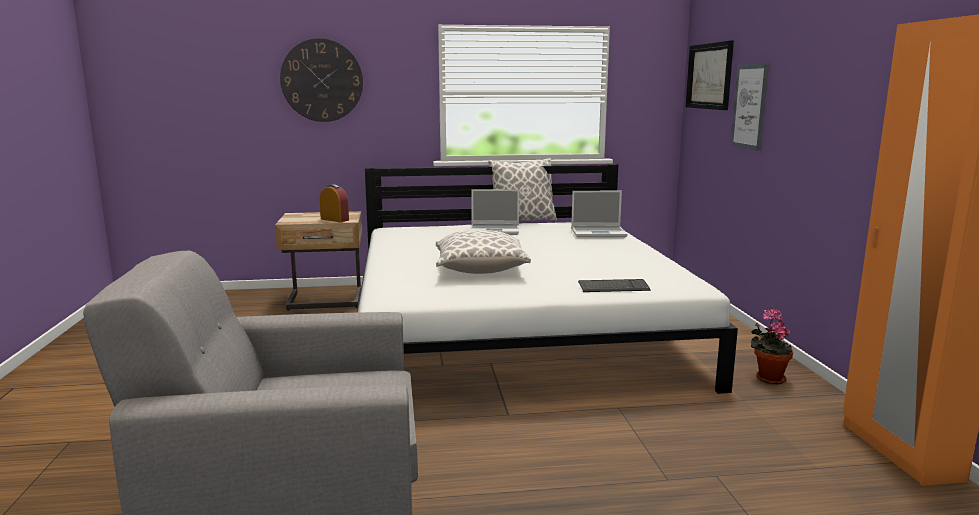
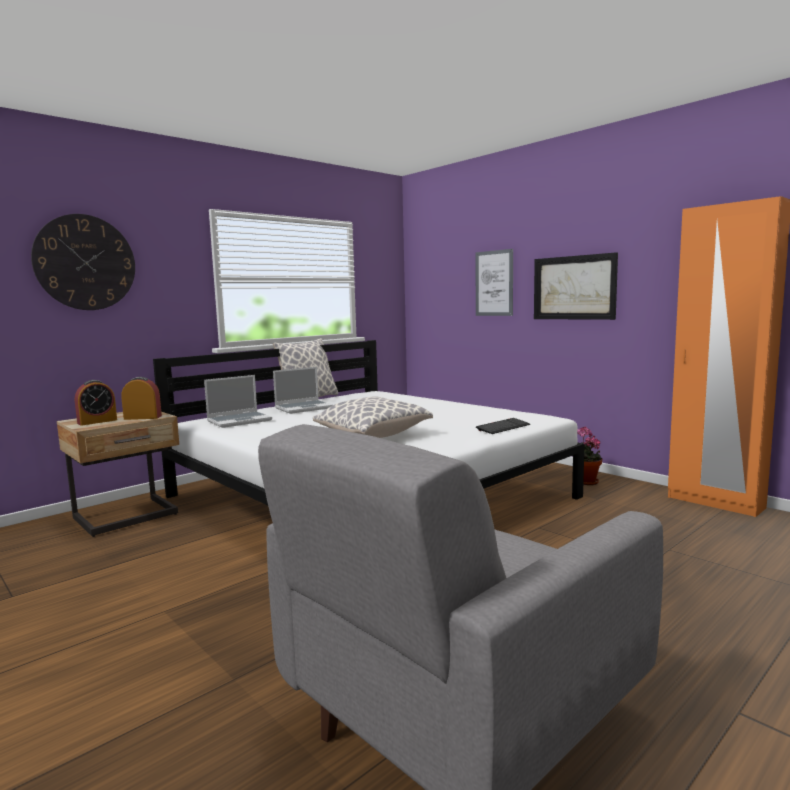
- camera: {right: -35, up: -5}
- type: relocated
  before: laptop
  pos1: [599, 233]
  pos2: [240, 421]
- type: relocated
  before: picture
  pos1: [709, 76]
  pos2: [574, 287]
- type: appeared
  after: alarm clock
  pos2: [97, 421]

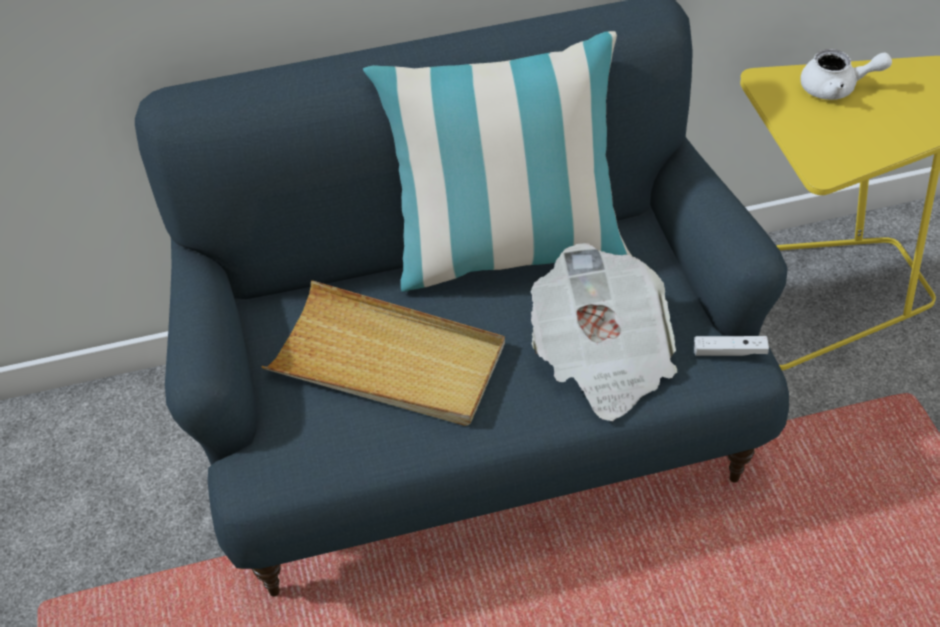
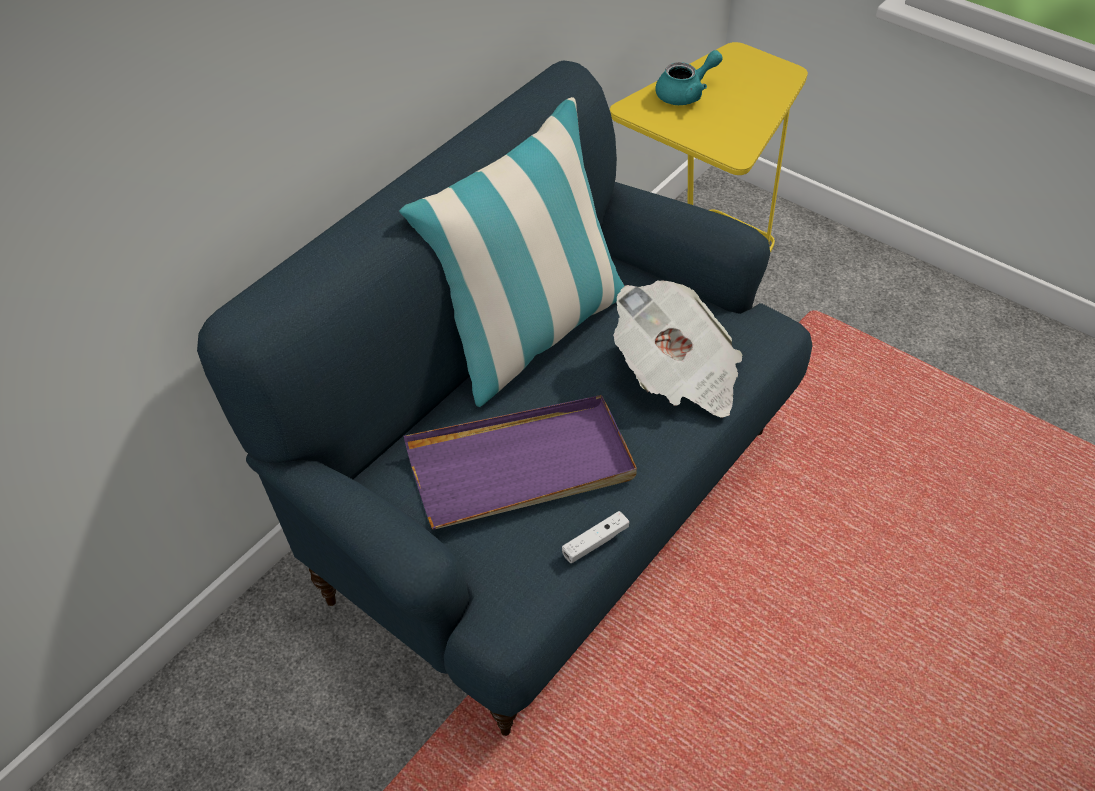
- camera: {right: -40, up: 0}
- type: colour
  before: beige tray
  after: purple tray
  pos1: [387, 361]
  pos2: [521, 466]
- type: relocated
  before: white game controller
  pos1: [729, 351]
  pos2: [595, 542]
- type: colour
  before: white teapot
  after: turquoise teapot
  pos1: [836, 88]
  pos2: [686, 93]

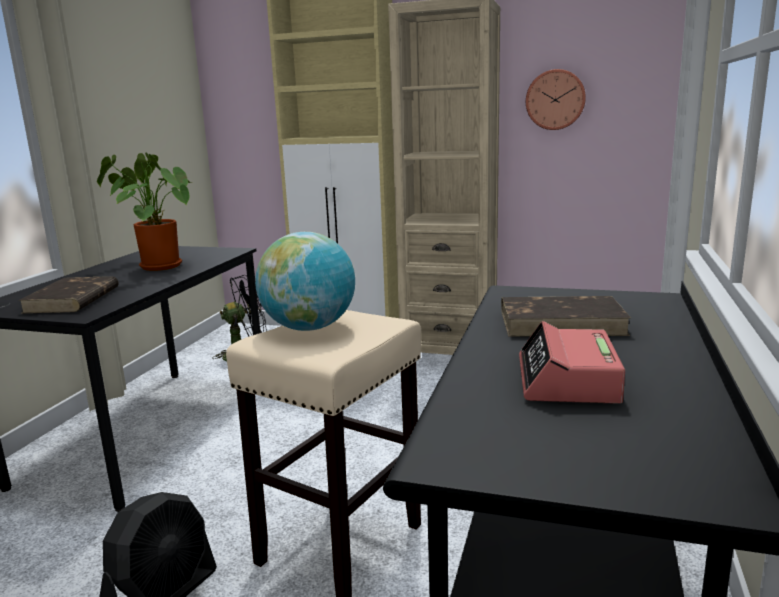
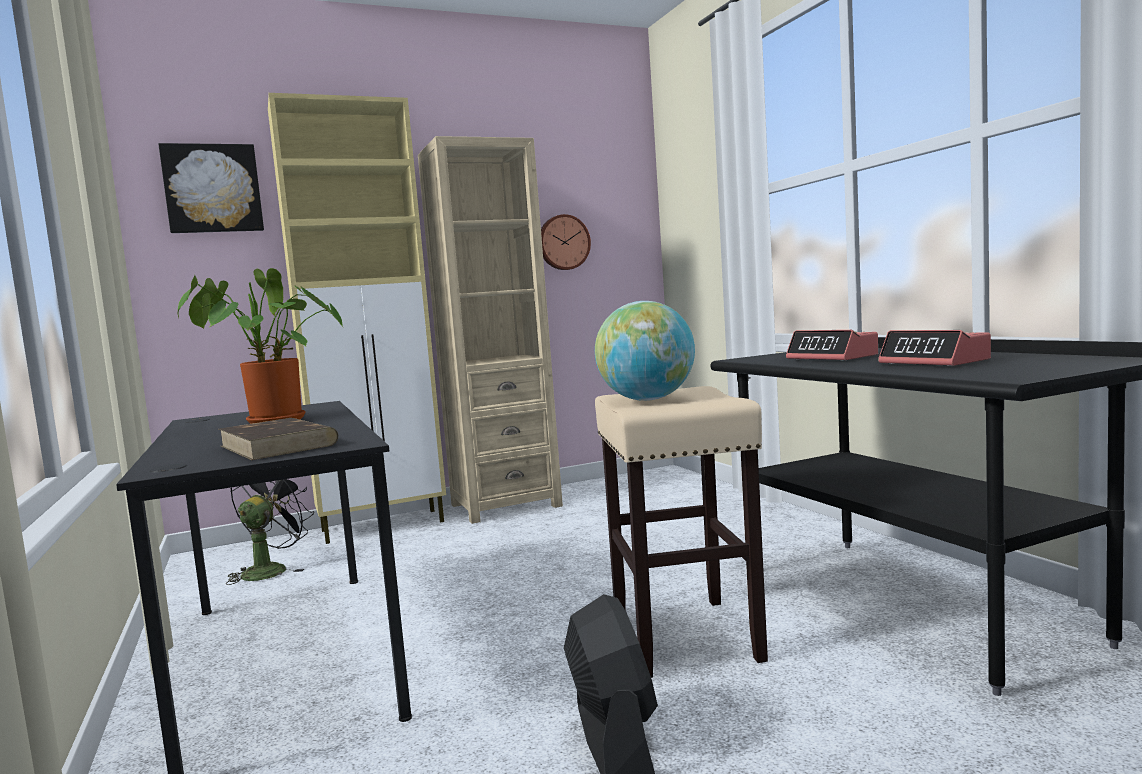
- camera: {right: -40, up: -10}
- type: exchanged
  before: brown book
  after: alarm clock
  pos1: [562, 322]
  pos2: [832, 357]
- type: appeared
  after: picture
  pos2: [213, 189]

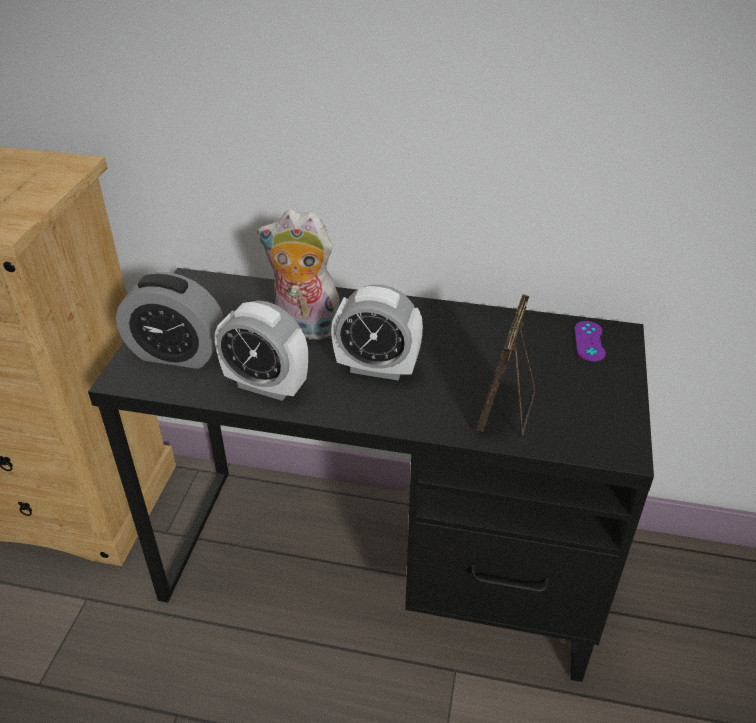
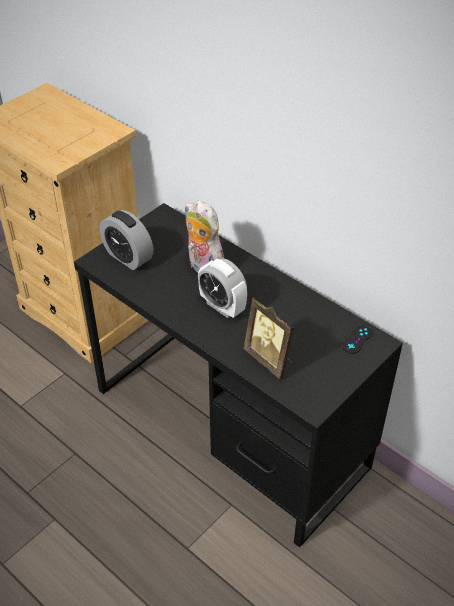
- camera: {right: 30, up: 5}
- type: missing
  before: alarm clock
  pos1: [266, 386]
- type: spun
  before: picture frame
  pos1: [507, 410]
  pos2: [271, 359]
  turn: -90
- type: colour
  before: purple game controller
  after: black game controller
  pos1: [589, 341]
  pos2: [357, 339]

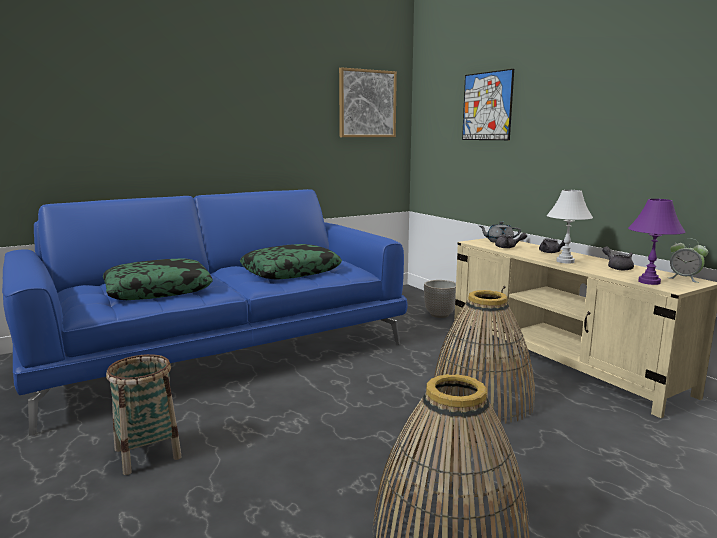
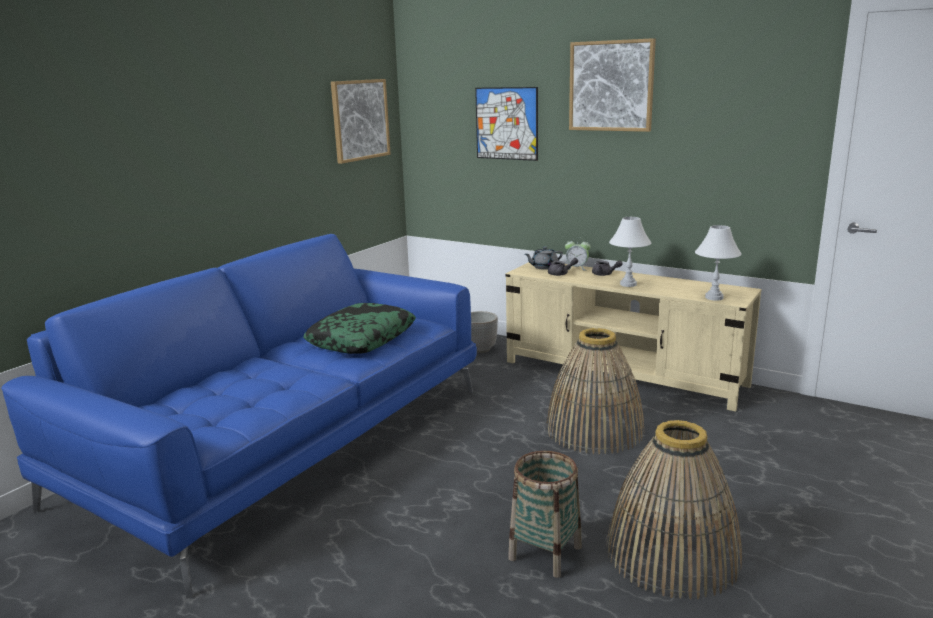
- camera: {right: -25, up: 5}
- type: missing
  before: pillow
  pos1: [158, 290]
- type: relocated
  before: basket
  pos1: [148, 453]
  pos2: [545, 552]
- type: missing
  before: grey teapot
  pos1: [617, 267]
- type: colour
  before: purple table lamp
  after: white table lamp
  pos1: [649, 282]
  pos2: [714, 297]
- type: relocated
  before: alarm clock
  pos1: [684, 278]
  pos2: [577, 268]
- type: appeared
  after: picture
  pos2: [611, 86]

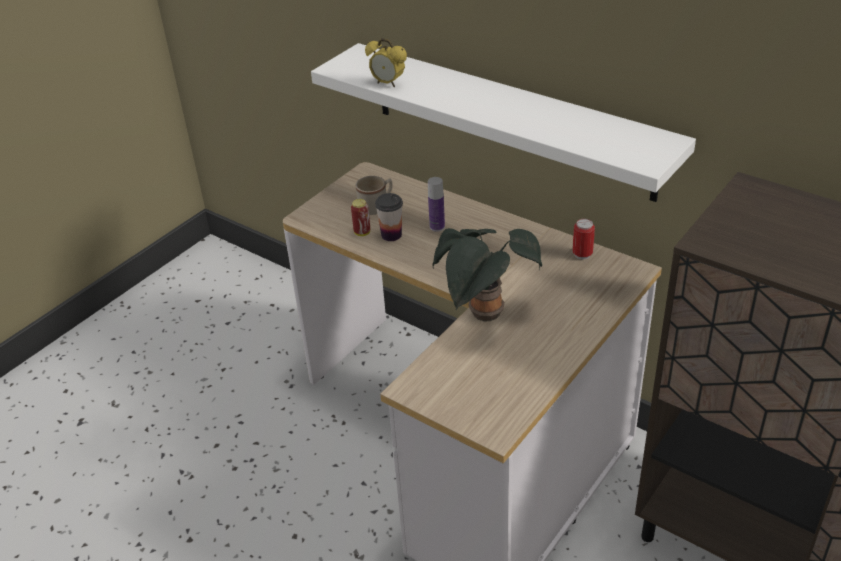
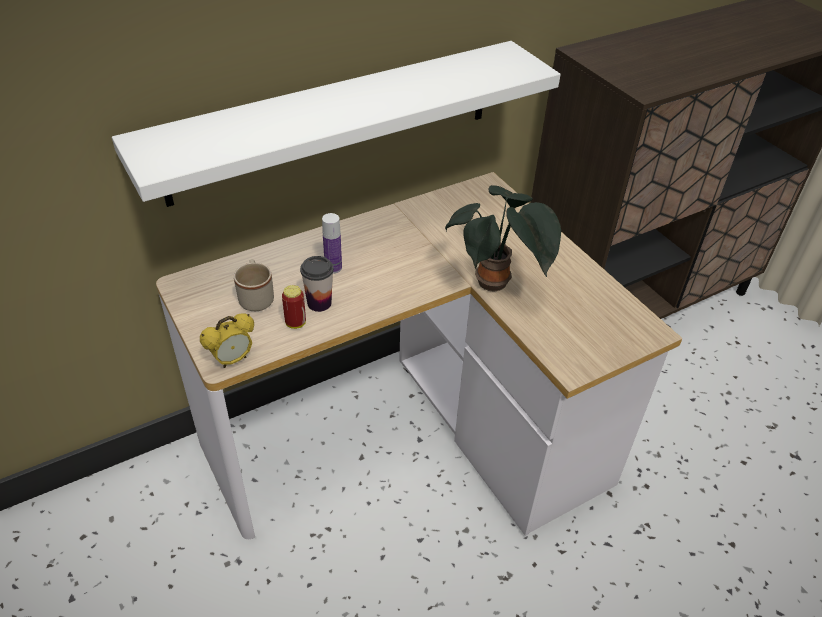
- camera: {right: -70, up: 5}
- type: relocated
  before: alarm clock
  pos1: [388, 83]
  pos2: [233, 360]
- type: missing
  before: can
  pos1: [582, 254]

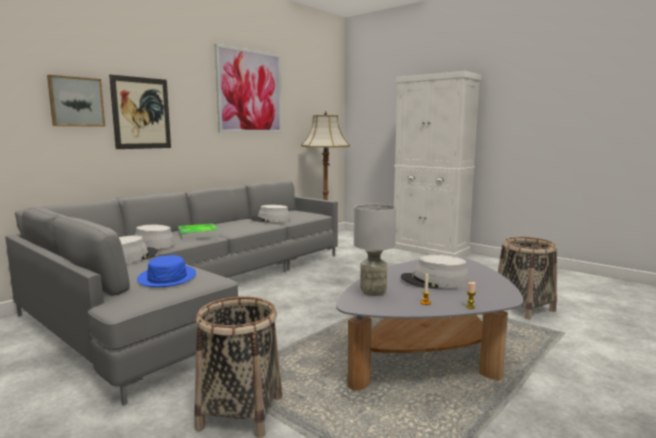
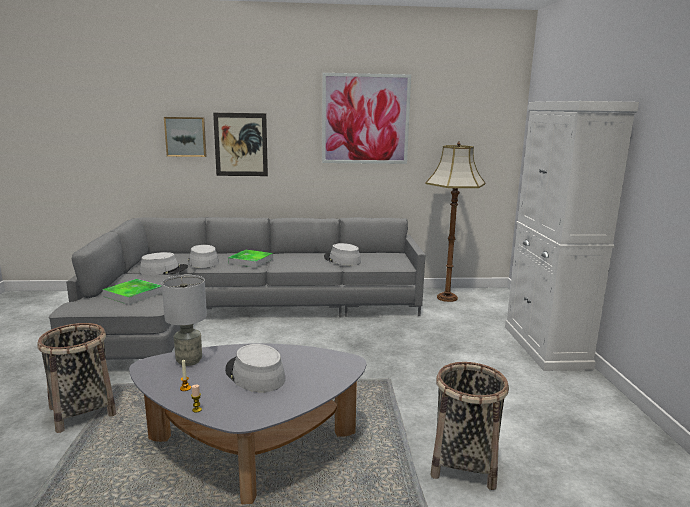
- camera: {right: 45, up: 5}
- type: exchanged
  before: blue hat
  after: tray
  pos1: [167, 277]
  pos2: [133, 294]

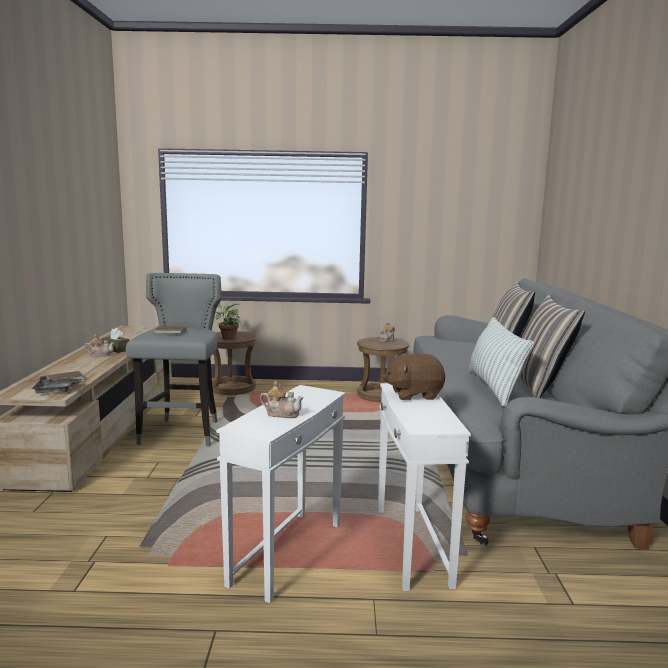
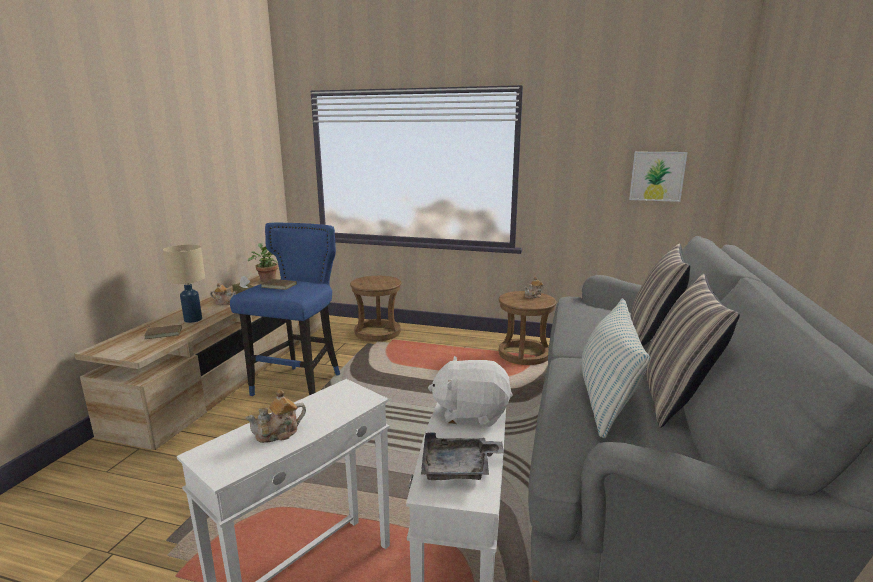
- camera: {right: 15, up: 5}
- type: relocated
  before: grey tray
  pos1: [57, 391]
  pos2: [458, 468]
- type: colour
  before: grey stool
  after: blue stool
  pos1: [182, 434]
  pos2: [299, 386]
- type: relocated
  before: potted plant
  pos1: [227, 338]
  pos2: [266, 280]
- type: spun
  before: teapot
  pos1: [282, 414]
  pos2: [278, 433]
  turn: 120
- type: colour
  before: brown plush toy
  after: white plush toy
  pos1: [414, 394]
  pos2: [471, 412]
- type: appeared
  after: beige table lamp
  pos2: [192, 319]
- type: appeared
  after: picture
  pos2: [657, 176]

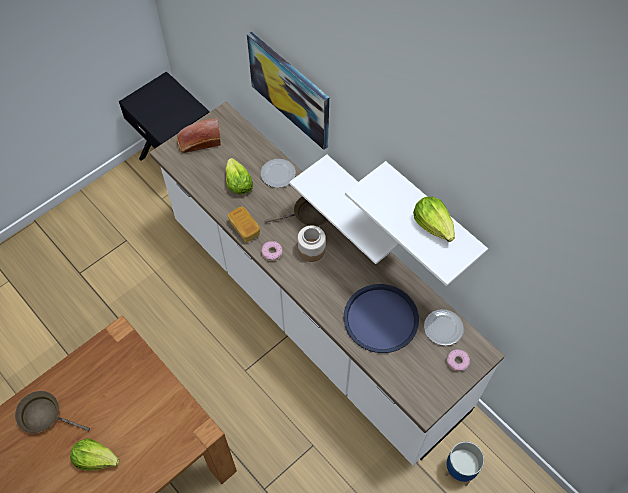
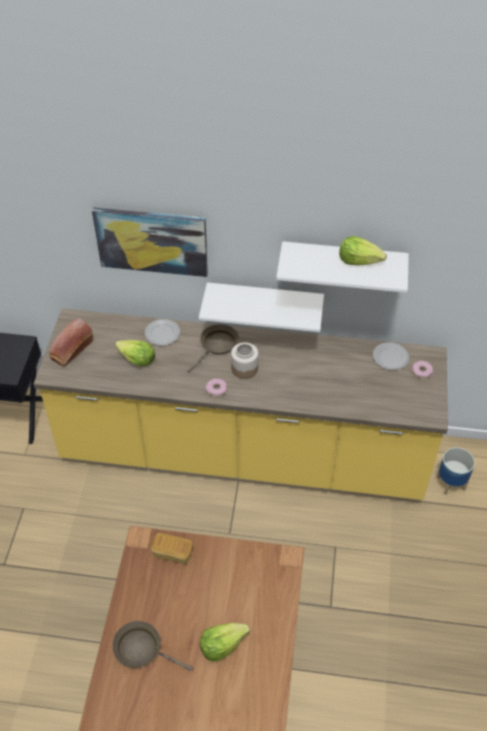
- camera: {right: -40, up: -10}
- type: spun
  before: brown frying pan
  pos1: [44, 415]
  pos2: [142, 649]
  turn: 45
- type: colour
  before: white counter
  after: yellow counter
  pos1: [314, 314]
  pos2: [243, 454]
- type: relocated
  before: bread
  pos1: [244, 229]
  pos2: [172, 553]
- type: missing
  before: blue tray
  pos1: [380, 319]

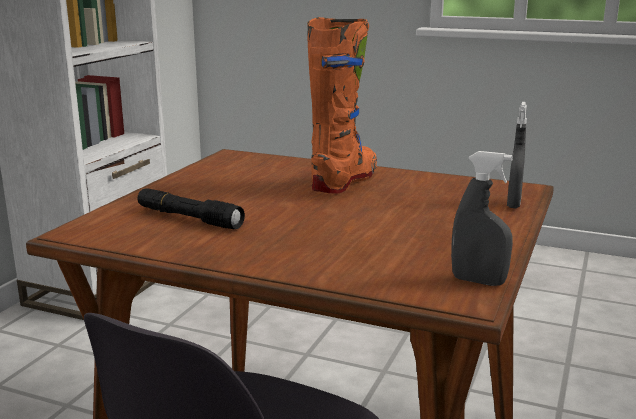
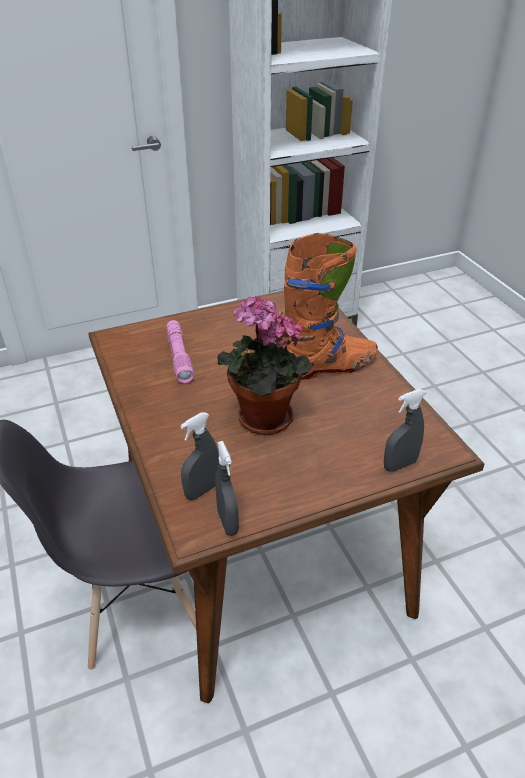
- camera: {right: 45, up: 20}
- type: colour
  before: black flashlight
  after: pink flashlight
  pos1: [189, 218]
  pos2: [179, 356]
- type: appeared
  after: grey spray bottle
  pos2: [202, 490]
- type: appeared
  after: potted plant
  pos2: [261, 421]

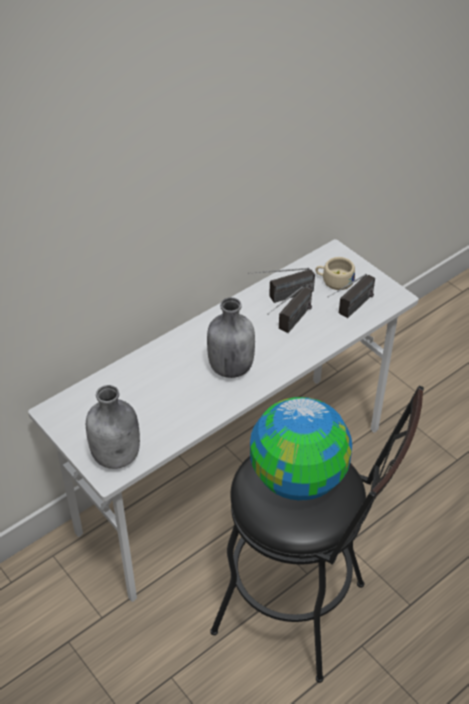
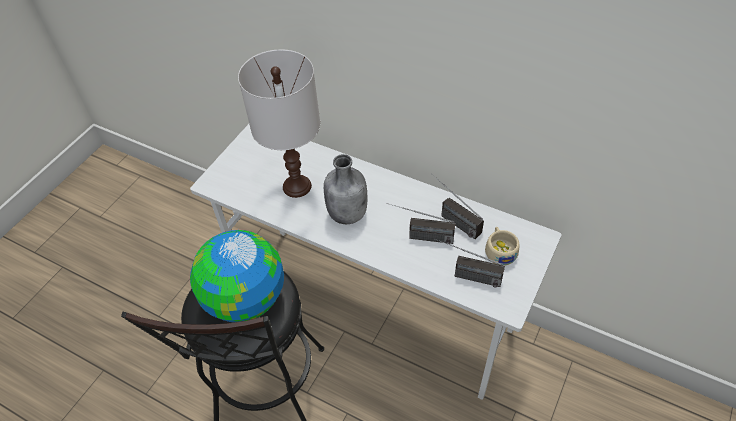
- camera: {right: 70, up: 5}
- type: missing
  before: grey bottle
  pos1: [117, 455]
- type: appeared
  after: white table lamp
  pos2: [297, 186]

